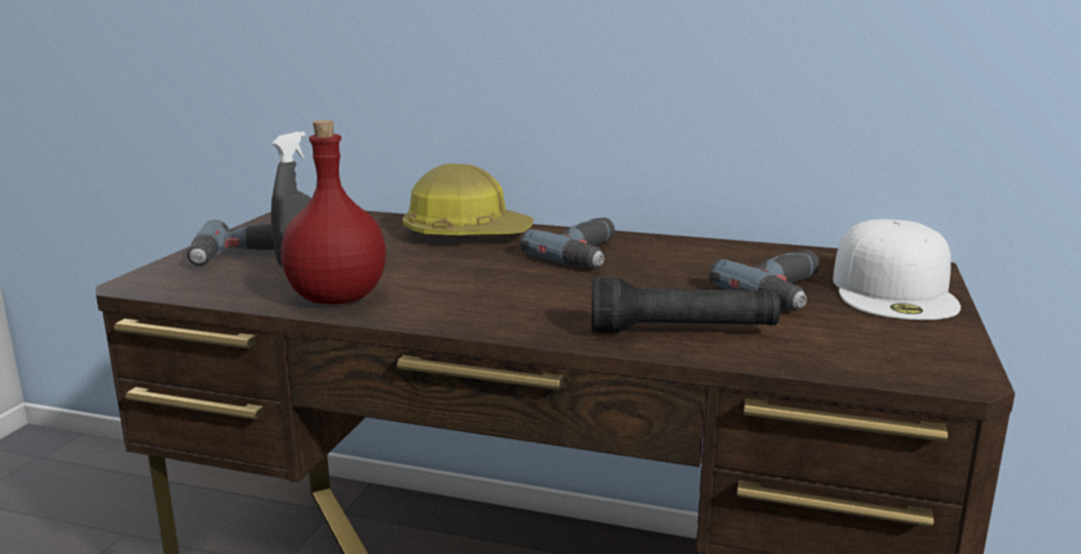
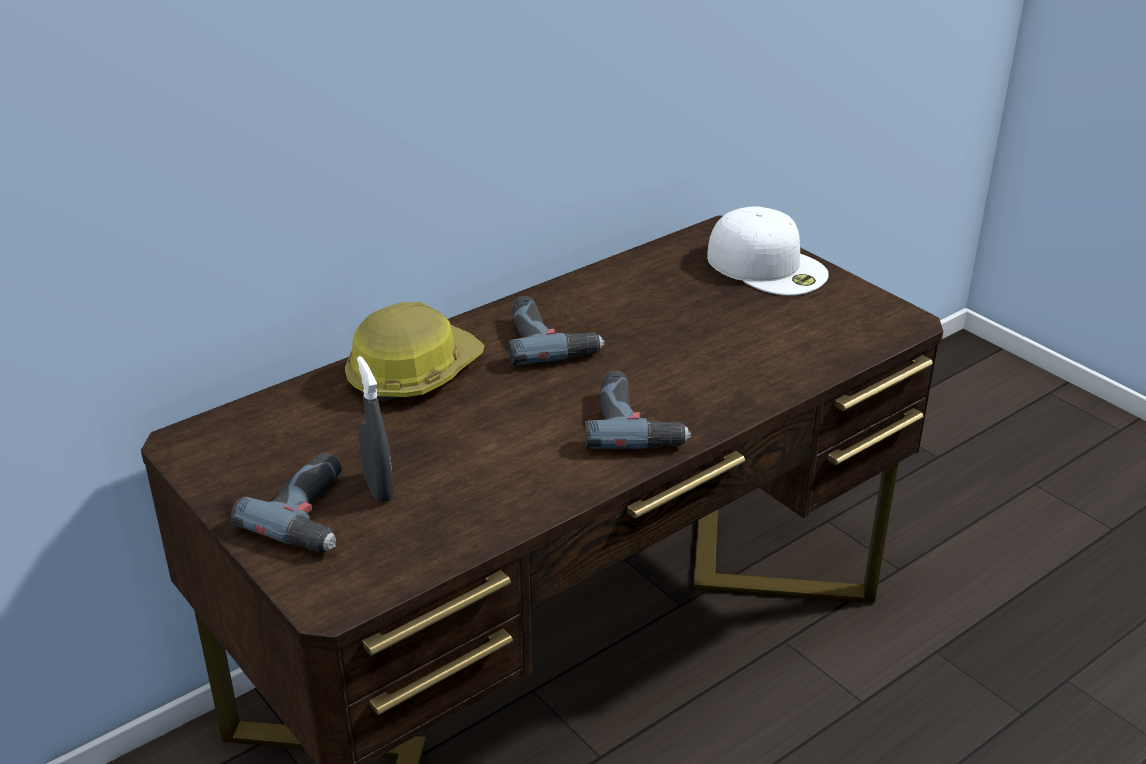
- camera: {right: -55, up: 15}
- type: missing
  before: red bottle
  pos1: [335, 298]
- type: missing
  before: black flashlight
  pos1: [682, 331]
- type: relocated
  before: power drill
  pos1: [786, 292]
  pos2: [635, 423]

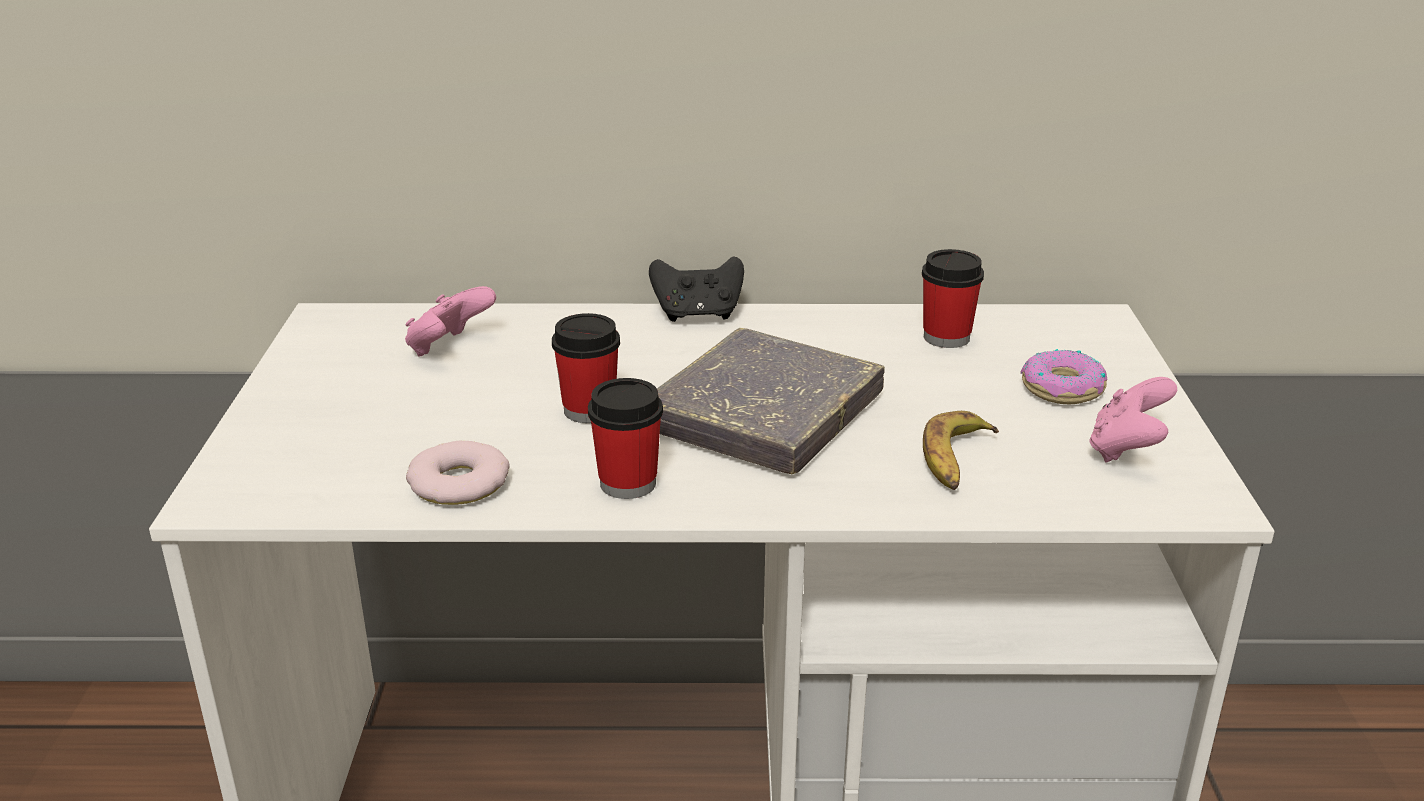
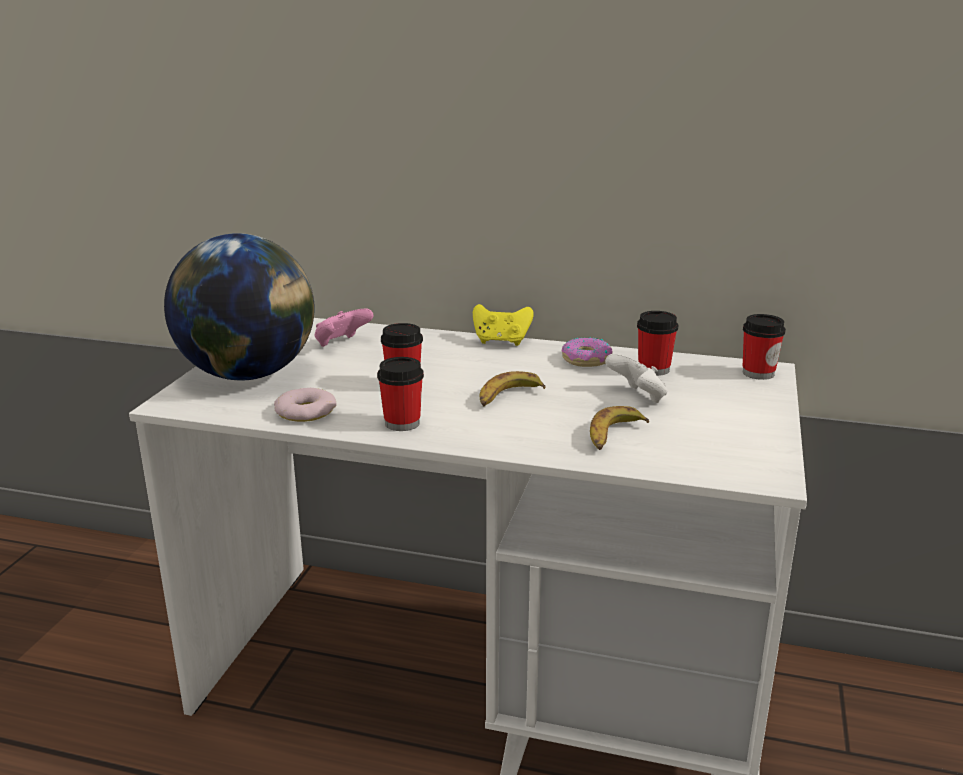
- camera: {right: 15, up: -5}
- type: colour
  before: black game controller
  after: yellow game controller
  pos1: [698, 314]
  pos2: [501, 341]
- type: exchanged
  before: grey book
  after: banana
  pos1: [763, 413]
  pos2: [508, 397]
- type: relocated
  before: donut
  pos1: [1063, 389]
  pos2: [586, 360]
- type: missing
  before: pink game controller
  pos1: [1126, 450]
- type: appeared
  after: globe
  pos2: [248, 374]
- type: appeared
  after: white game controller
  pos2: [637, 397]
- type: appeared
  after: cup
  pos2: [758, 373]

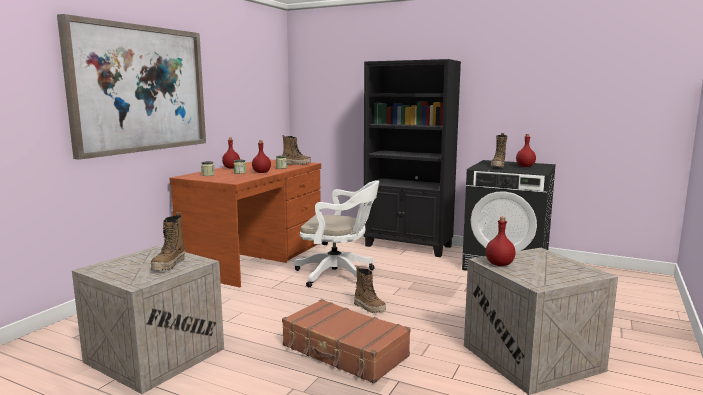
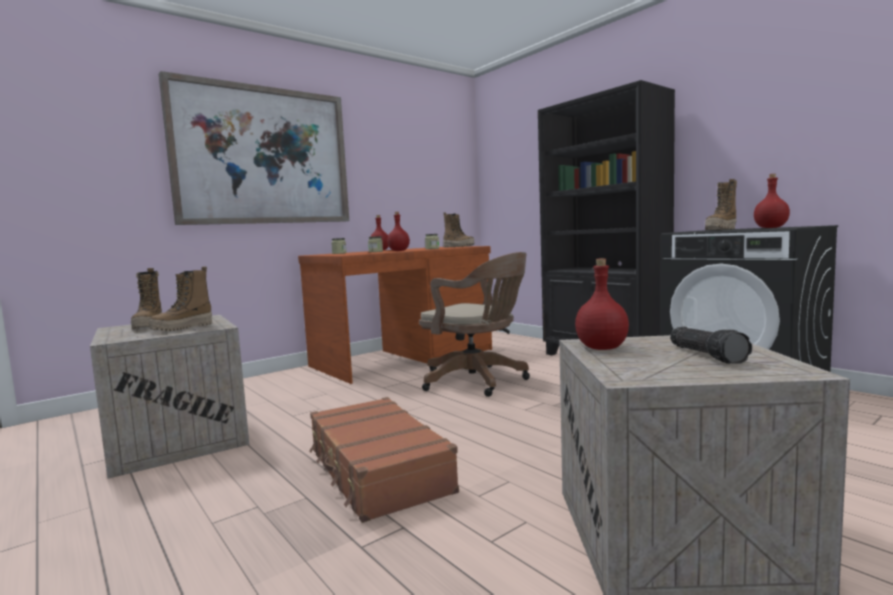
- camera: {right: 25, up: -5}
- type: colour
  before: white office chair
  after: brown office chair
  pos1: [339, 275]
  pos2: [478, 381]
- type: relocated
  before: boot
  pos1: [369, 308]
  pos2: [149, 326]
- type: appeared
  after: flashlight
  pos2: [708, 355]

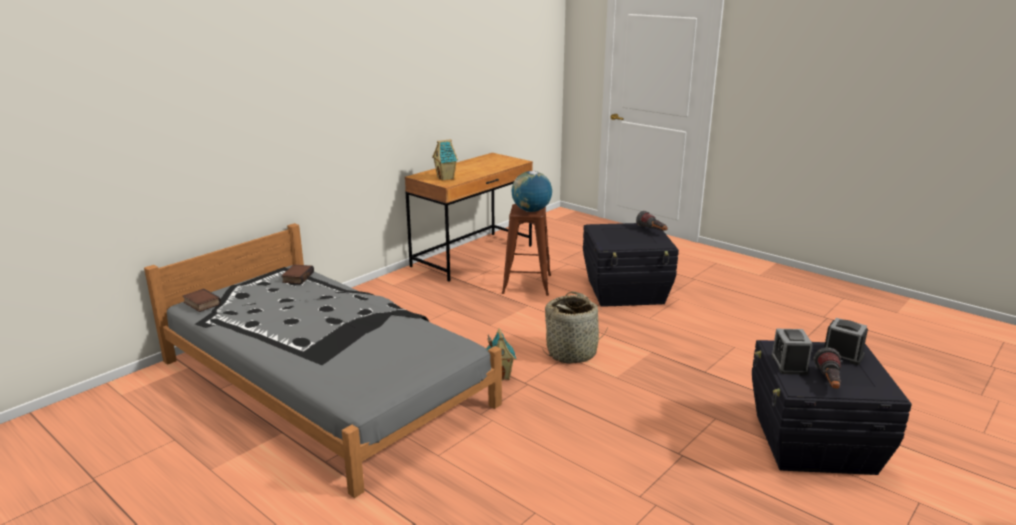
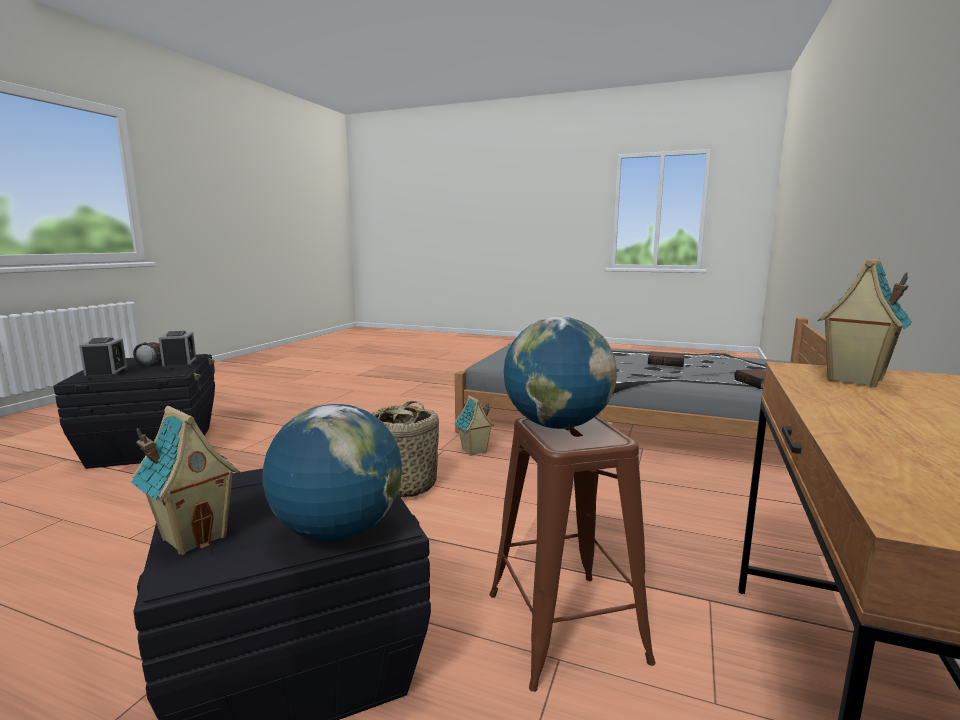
- camera: {right: 160, up: -10}
- type: relocated
  before: book
  pos1: [201, 303]
  pos2: [666, 363]
- type: exchanged
  before: flashlight
  after: toy house
  pos1: [652, 231]
  pos2: [194, 537]
- type: spun
  before: alarm clock
  pos1: [842, 354]
  pos2: [106, 373]
  turn: -120
- type: appeared
  after: globe
  pos2: [338, 532]

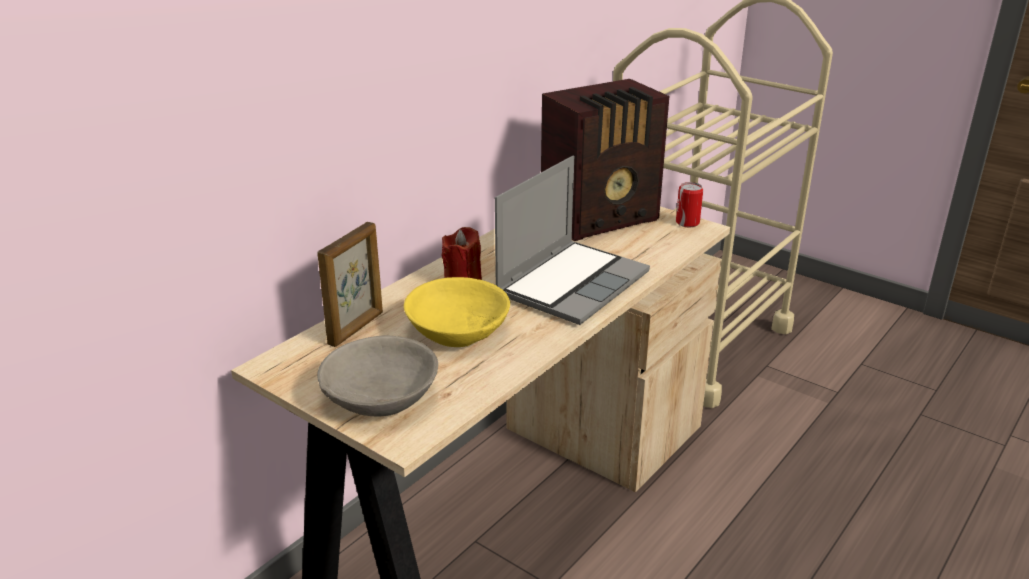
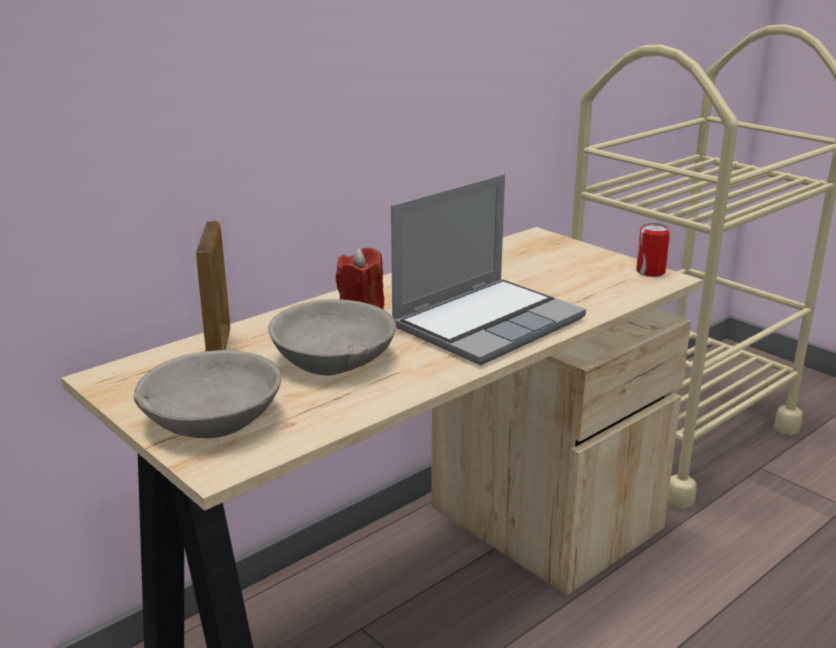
- camera: {right: 10, up: -5}
- type: spun
  before: picture frame
  pos1: [357, 328]
  pos2: [219, 348]
  turn: -45
- type: colour
  before: yellow bowl
  after: grey bowl
  pos1: [458, 330]
  pos2: [333, 359]
- type: missing
  before: radio
  pos1: [602, 219]

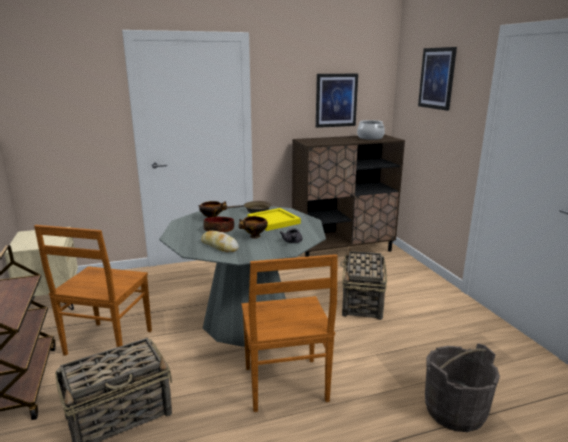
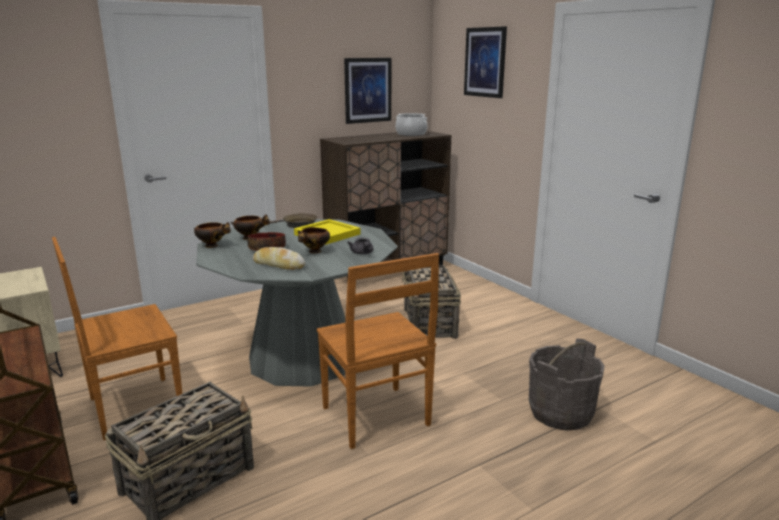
- camera: {right: -15, up: 0}
- type: spun
  before: brown chair
  pos1: [107, 343]
  pos2: [133, 407]
  turn: 60
- type: appeared
  after: bowl
  pos2: [213, 246]

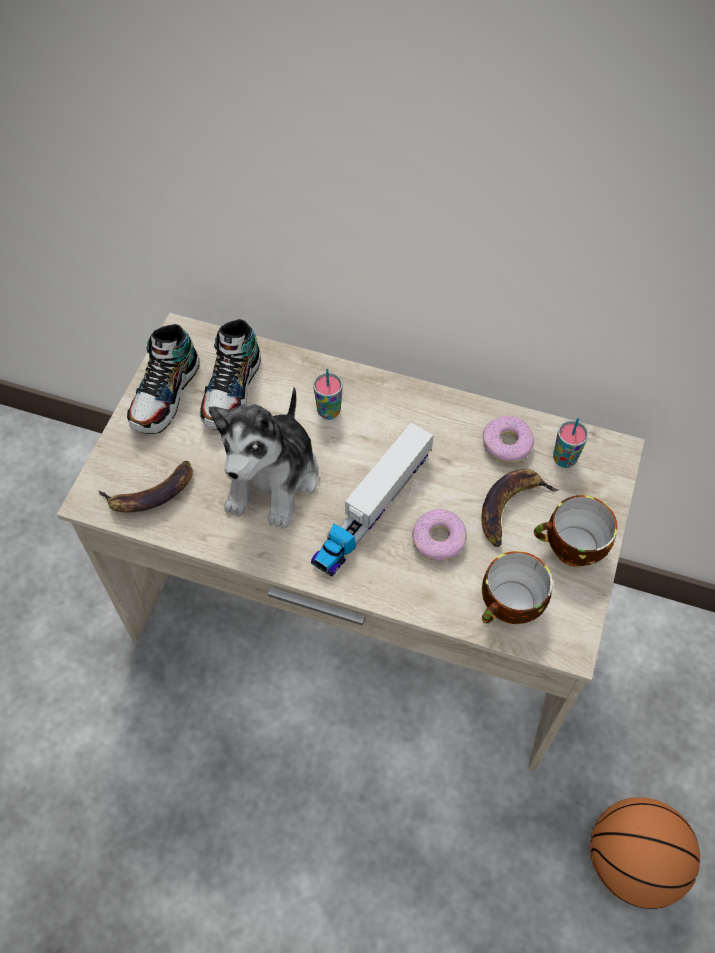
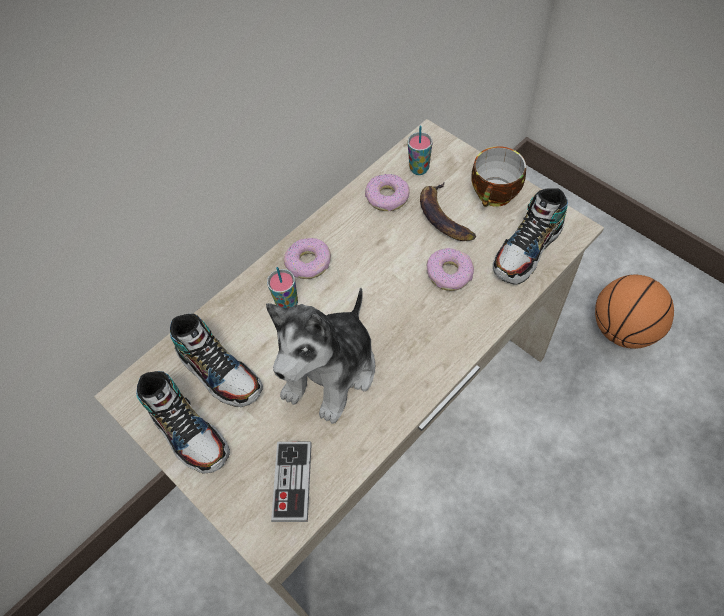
- camera: {right: -60, up: 0}
- type: exchanged
  before: banana
  after: game controller
  pos1: [151, 494]
  pos2: [292, 482]
- type: spun
  before: plush toy
  pos1: [273, 479]
  pos2: [331, 371]
  turn: 75
- type: missing
  before: toy truck
  pos1: [372, 508]
- type: exchanged
  before: cup
  after: shoe
  pos1: [510, 606]
  pos2: [527, 250]
- type: appeared
  after: donut
  pos2: [309, 263]

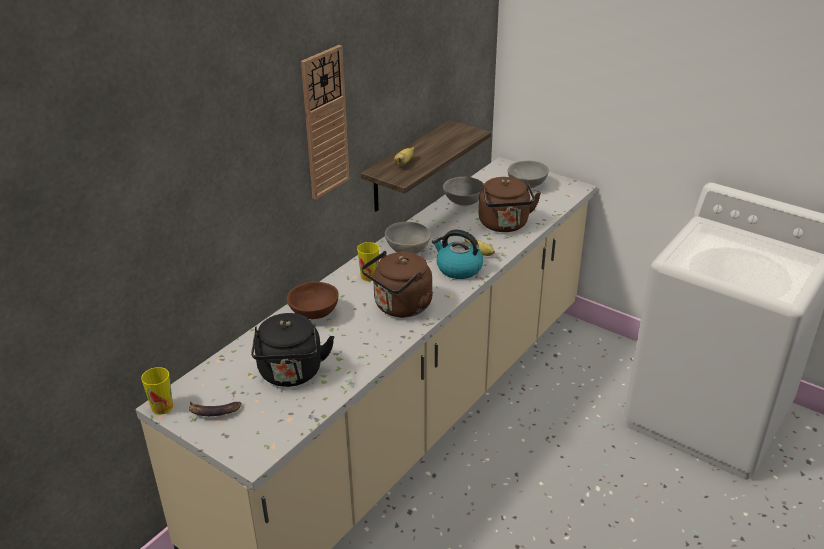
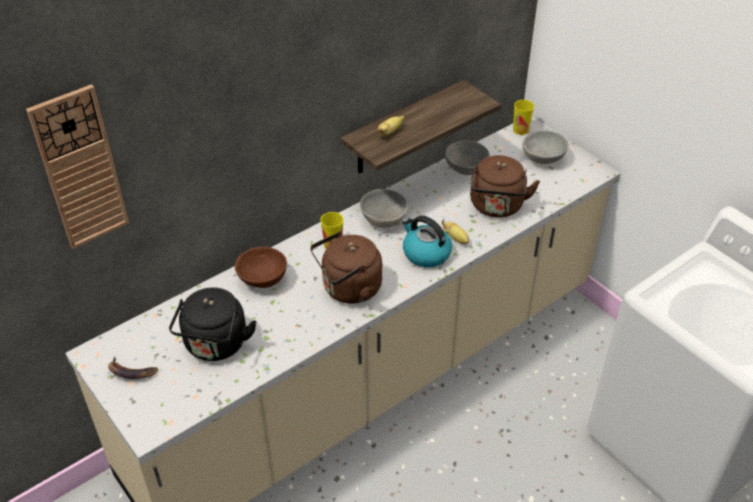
- camera: {right: 15, up: 10}
- type: relocated
  before: cup
  pos1: [162, 407]
  pos2: [520, 130]
- type: relocated
  before: wall clock
  pos1: [325, 123]
  pos2: [80, 169]

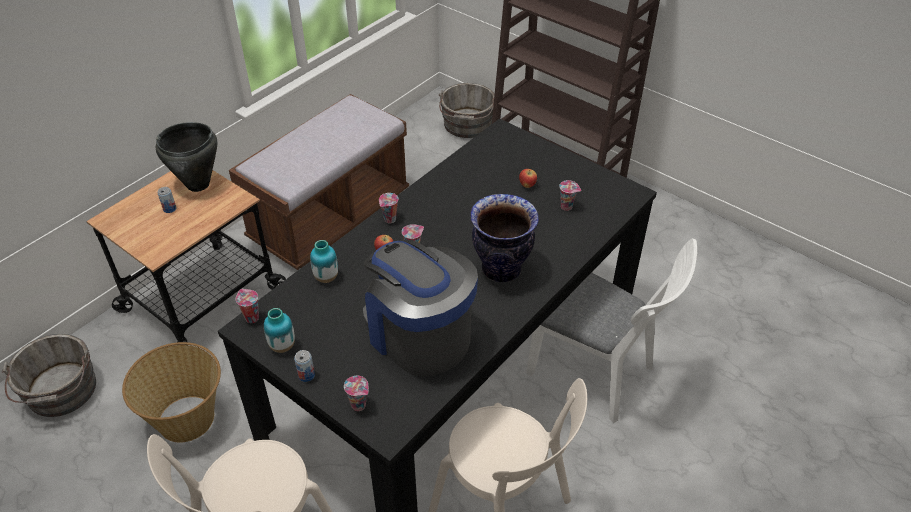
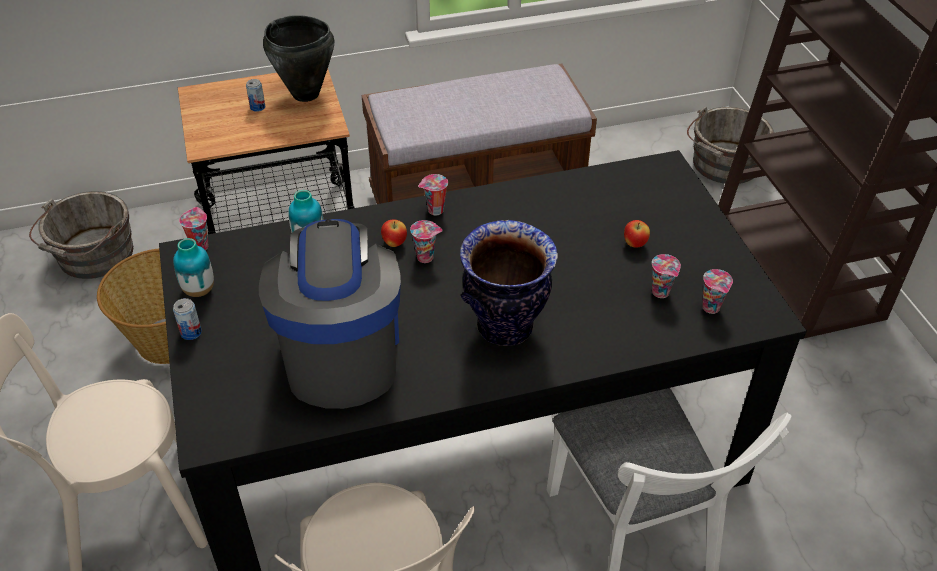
- camera: {right: 35, up: 0}
- type: relocated
  before: cup
  pos1: [359, 405]
  pos2: [712, 308]

